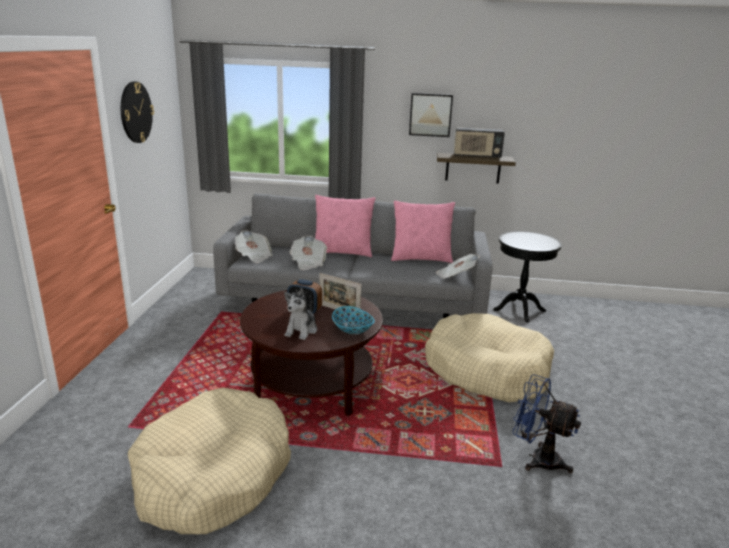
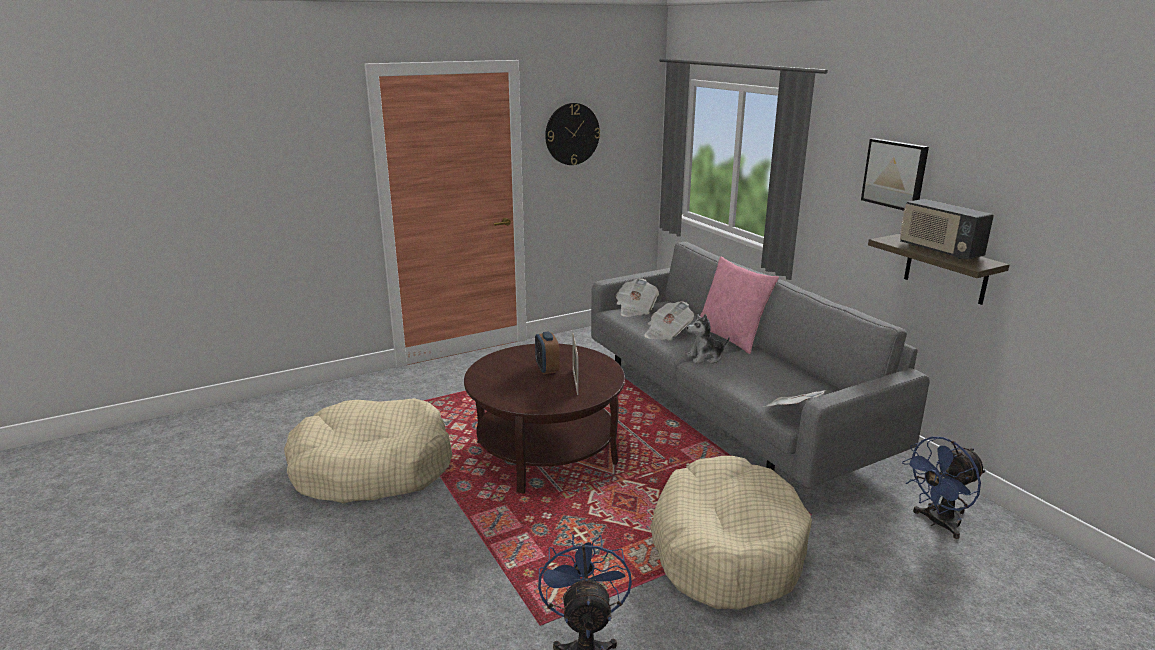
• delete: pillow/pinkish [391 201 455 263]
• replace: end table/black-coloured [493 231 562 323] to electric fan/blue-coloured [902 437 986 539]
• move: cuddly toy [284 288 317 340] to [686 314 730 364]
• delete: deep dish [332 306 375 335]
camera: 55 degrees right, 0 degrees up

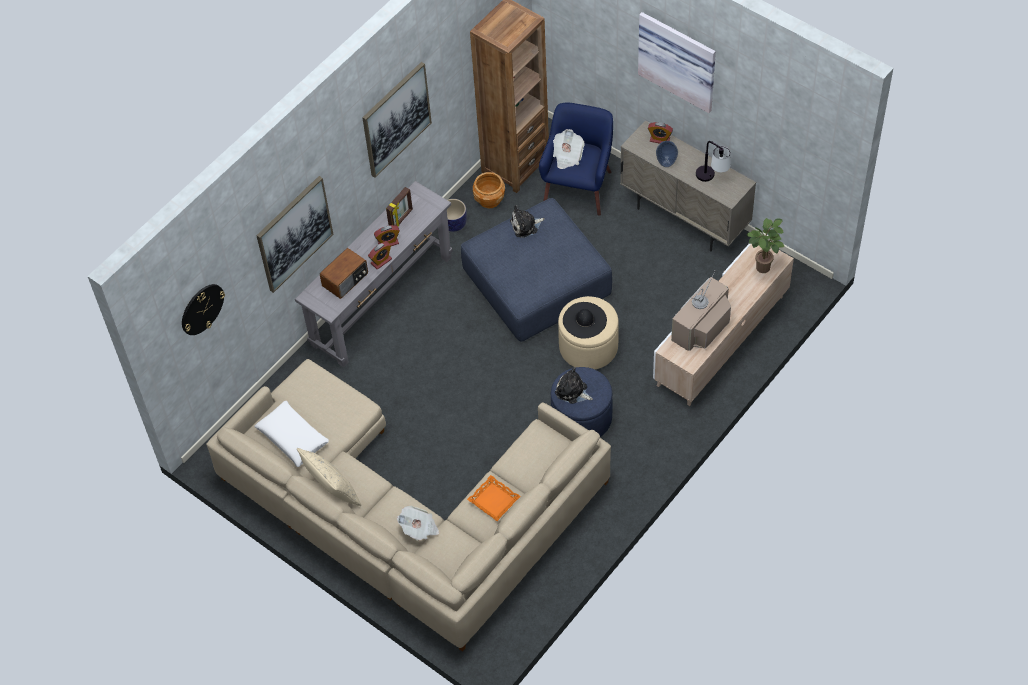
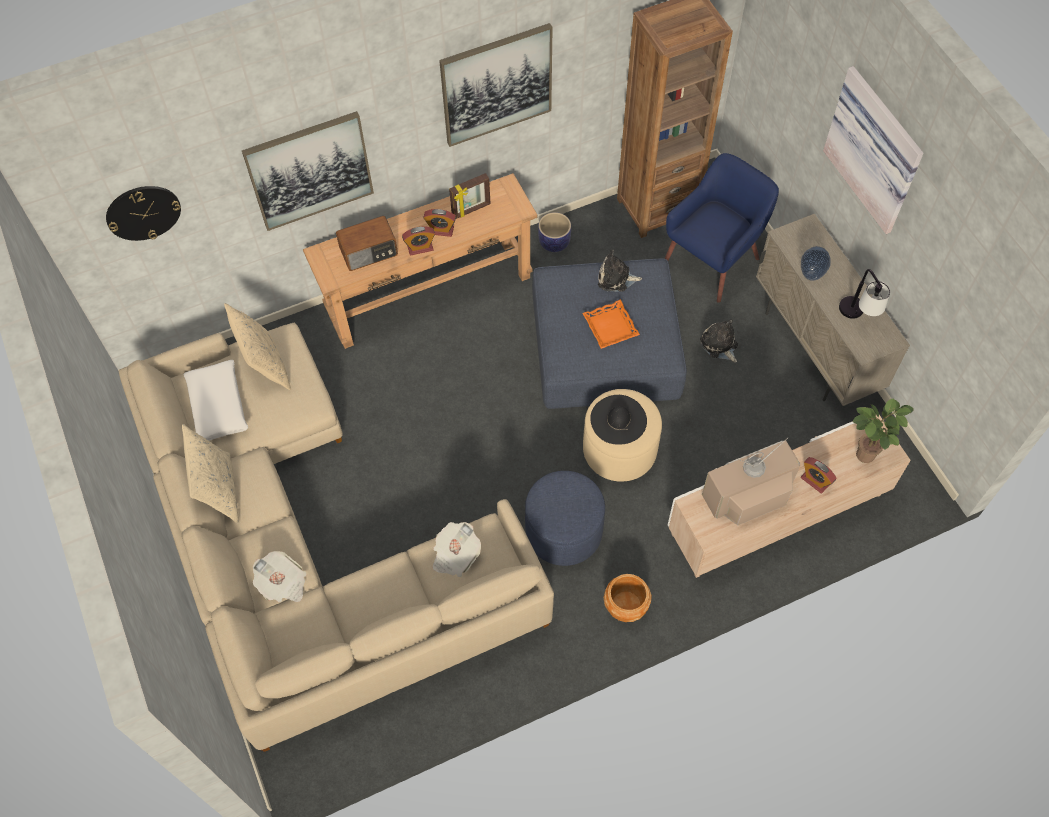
• move: bedside clock [648 122 673 144] to [801 457 836 494]
• move: newspaper [553 129 585 169] to [433 522 481 577]
• move: plant pot/brown [473 172 505 208] to [603 574 652 622]
• recolor: console table/grey [295 181 453 367] to console table/brown [303 173 537 349]
• move: cuddly toy [555 367 593 404] to [700 319 738 363]
• move: serving tray/orangey [467 475 521 521] to [583 299 640 349]
• insert: pillow/sand-coloured [224 303 291 390]
camera: 25 degrees right, 5 degrees up

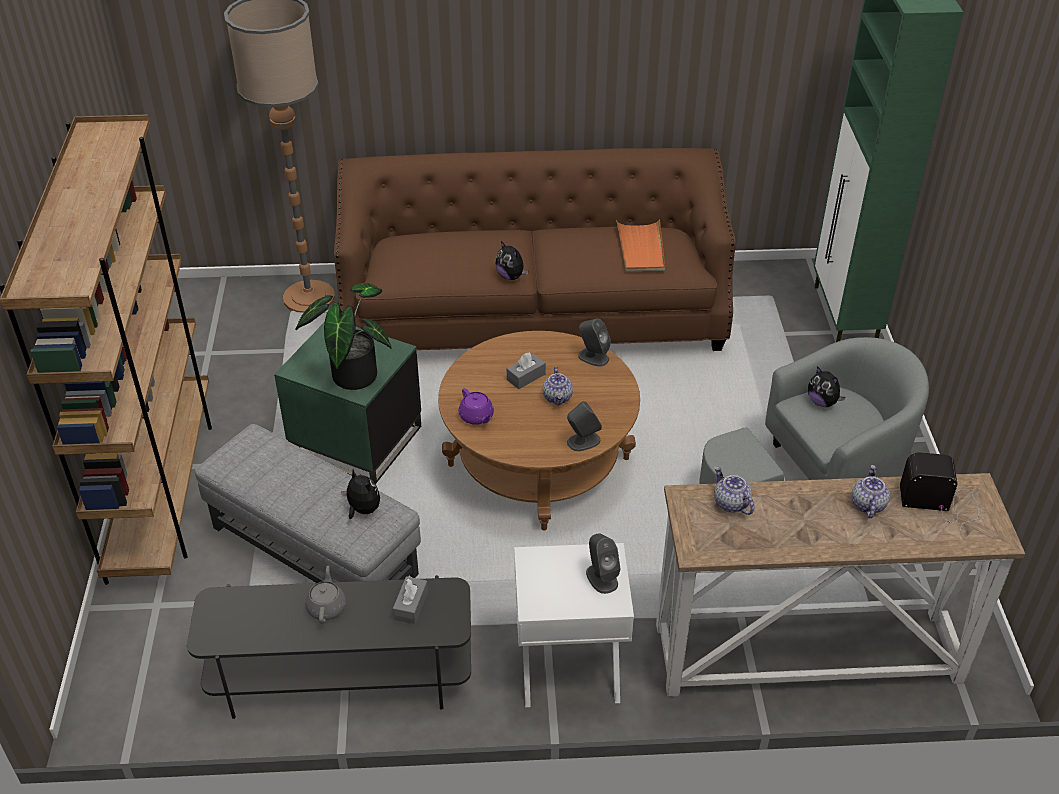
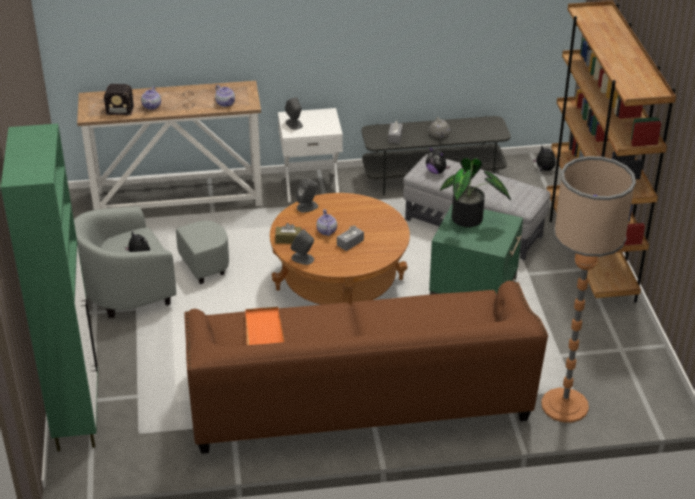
• move: cuddly toy [495 241 528 280] to [533 146 556 172]
• delete: pot for tea/purple-coloured [459 388 494 425]
• insert: tissue box/brown [275 223 301 244]
camera: 175 degrees right, 5 degrees down

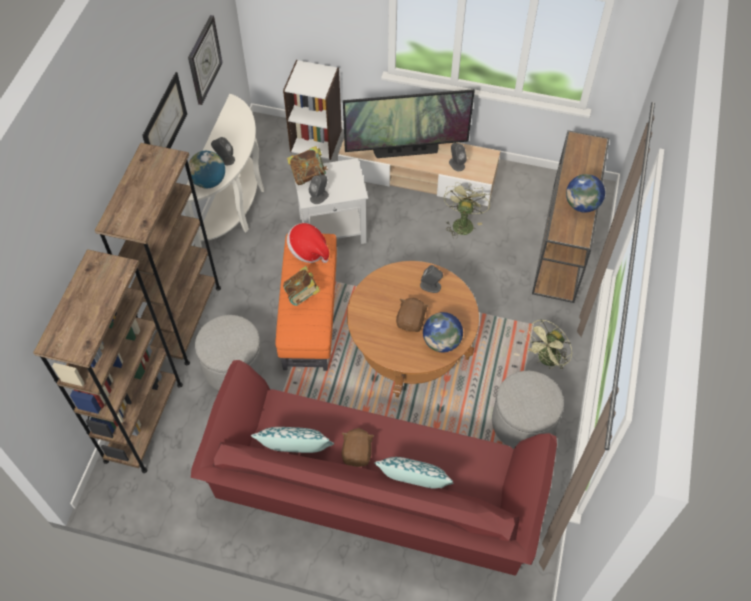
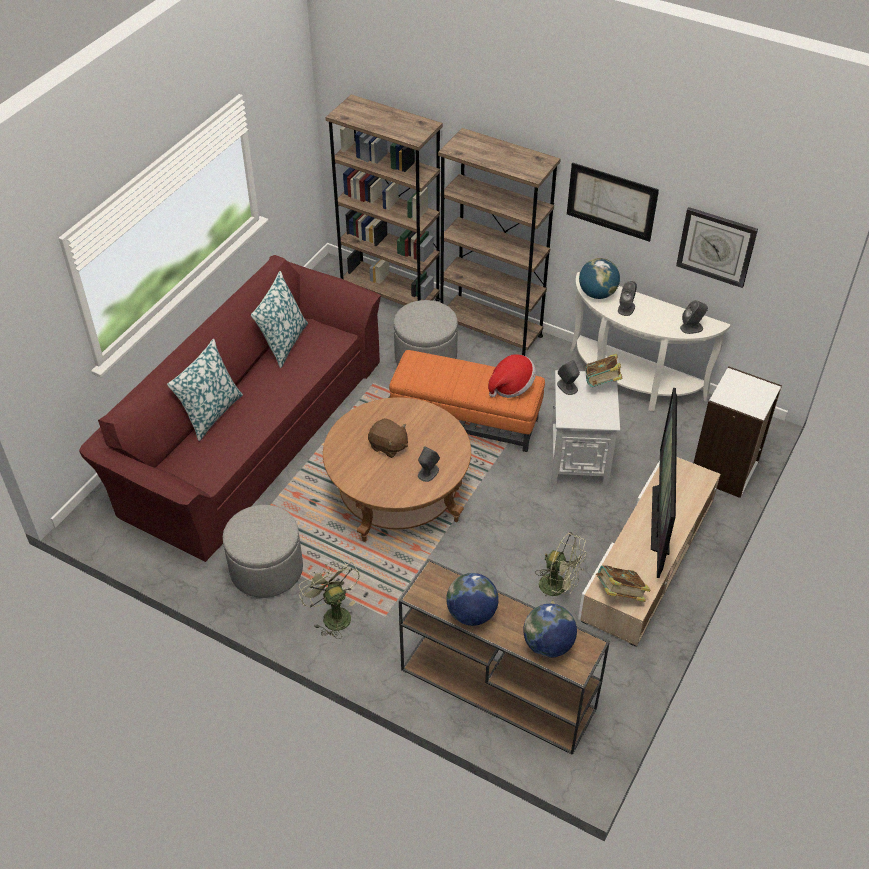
• move: loudspeaker/grey [449 143 467 171] to [680 300 708 334]
• move: bound book [283 266 320 306] to [595 565 650 602]
• move: desk globe [423 312 463 352] to [523 604 577 658]
• delete: cuddly toy/brown [342 428 374 467]
camera: 105 degrees right, 10 degrees down

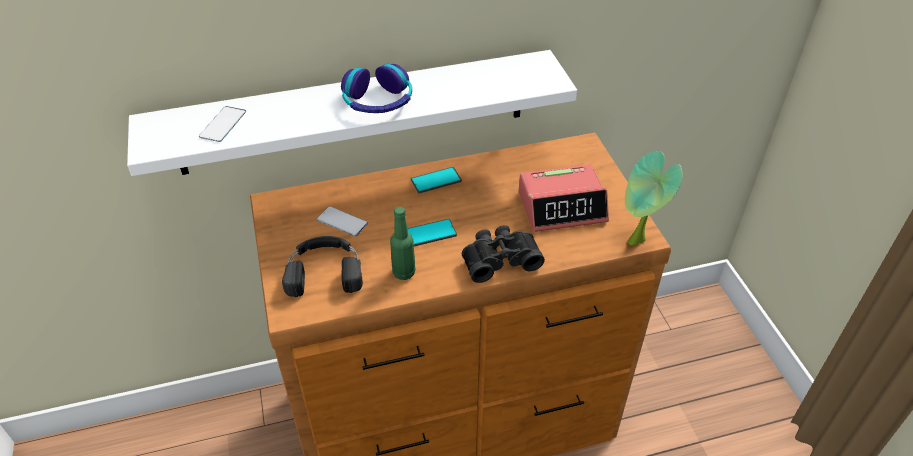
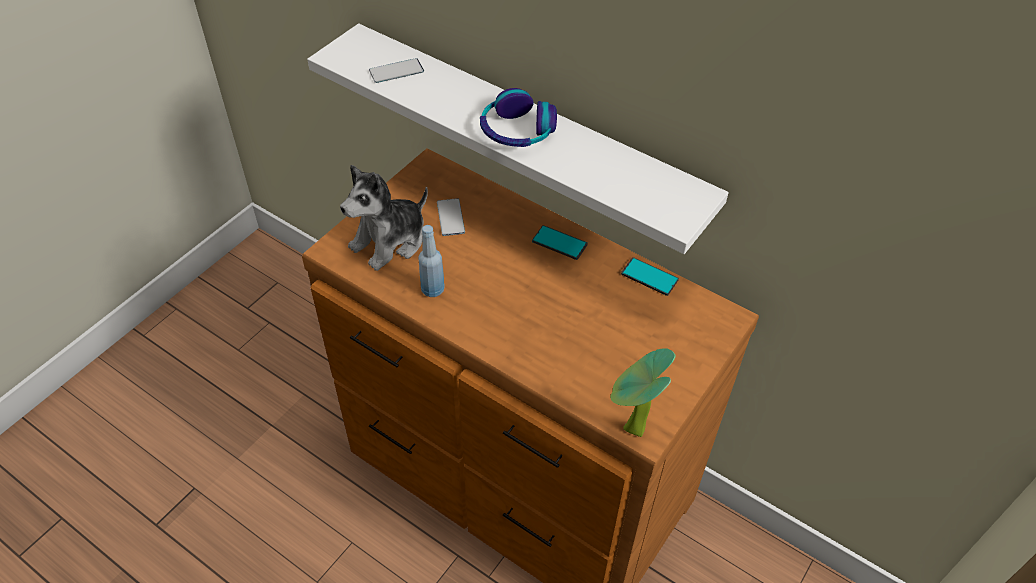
• delete: bedside clock [519 164 609 232]
• recolor: bottle/green-coloured [390 207 415 280] to bottle/blue-coloured [418 225 445 297]
• move: handset [407 219 457 246] to [621 257 679 296]
• delete: field glasses/black-coloured [462 225 545 283]
• replace: headset/black-coloured [282 236 363 297] to cuddly toy [340 165 428 271]
camera: 50 degrees right, 5 degrees up

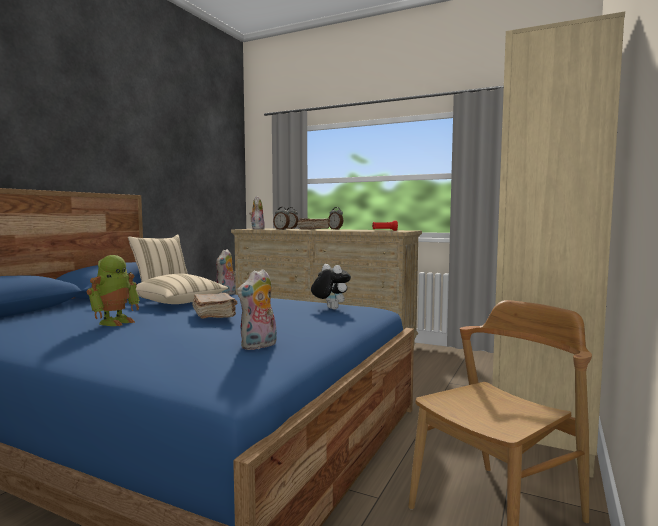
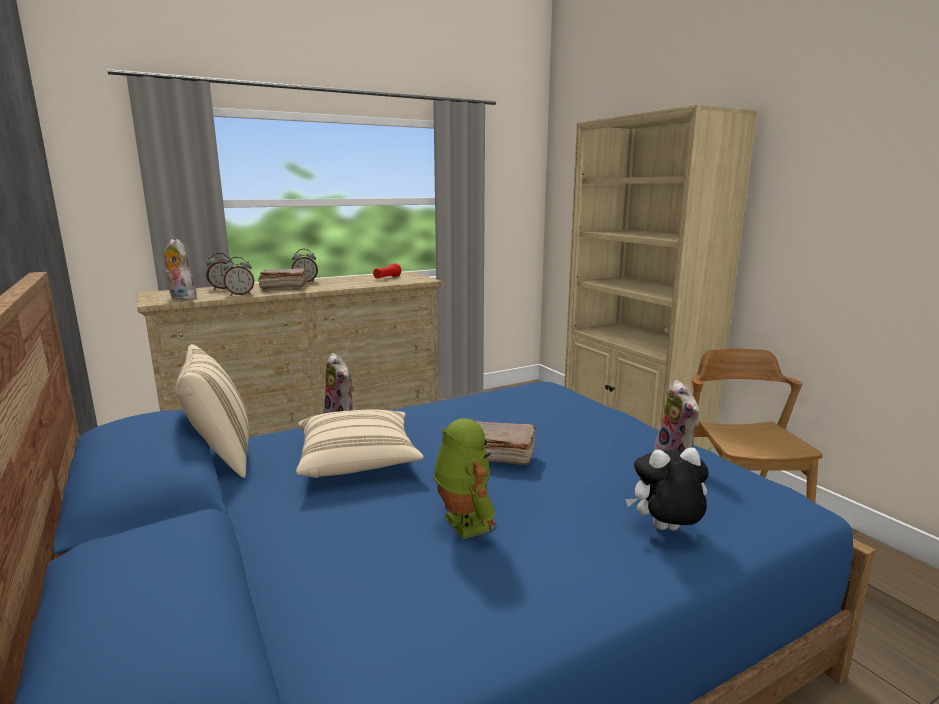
• move: cuddly toy [311 264 351 309] to [625 447 708 530]
camera: 55 degrees left, 10 degrees up

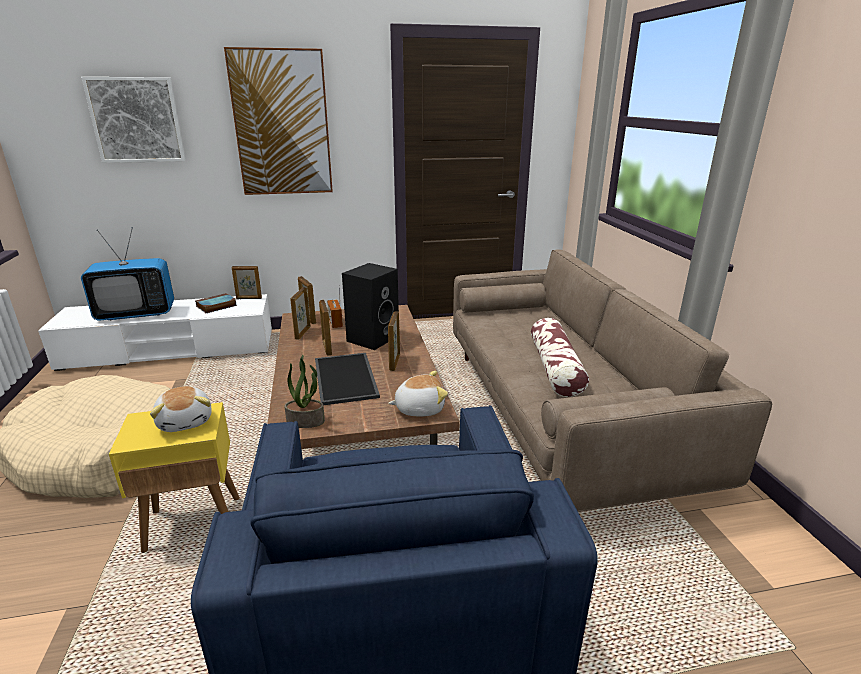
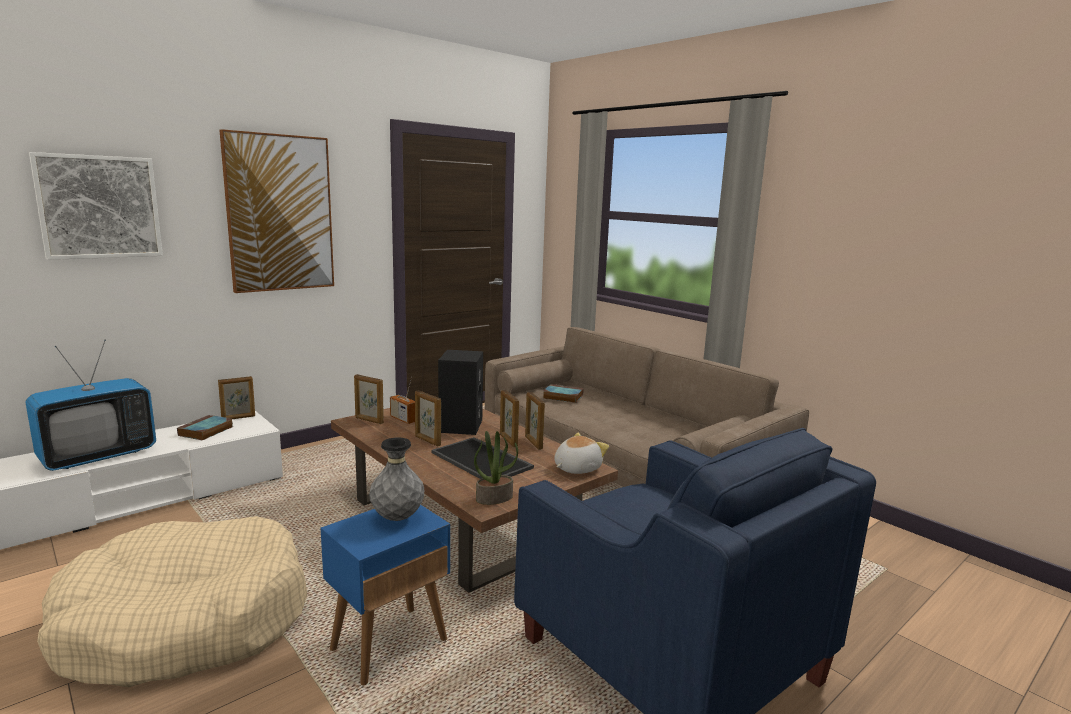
• move: standing frame [290 287 311 339] to [525 392 545 450]
• delete: pillow [531 318 589 397]
• replace: cuddly toy [150 386 212 432] to vase/grey [369 437 424 521]
• recolor: end table/yellow-coloured [109 402 240 553] to end table/blue-coloured [321 505 450 685]
• insert: bound book [543 384 584 403]
camera: 30 degrees left, 10 degrees down

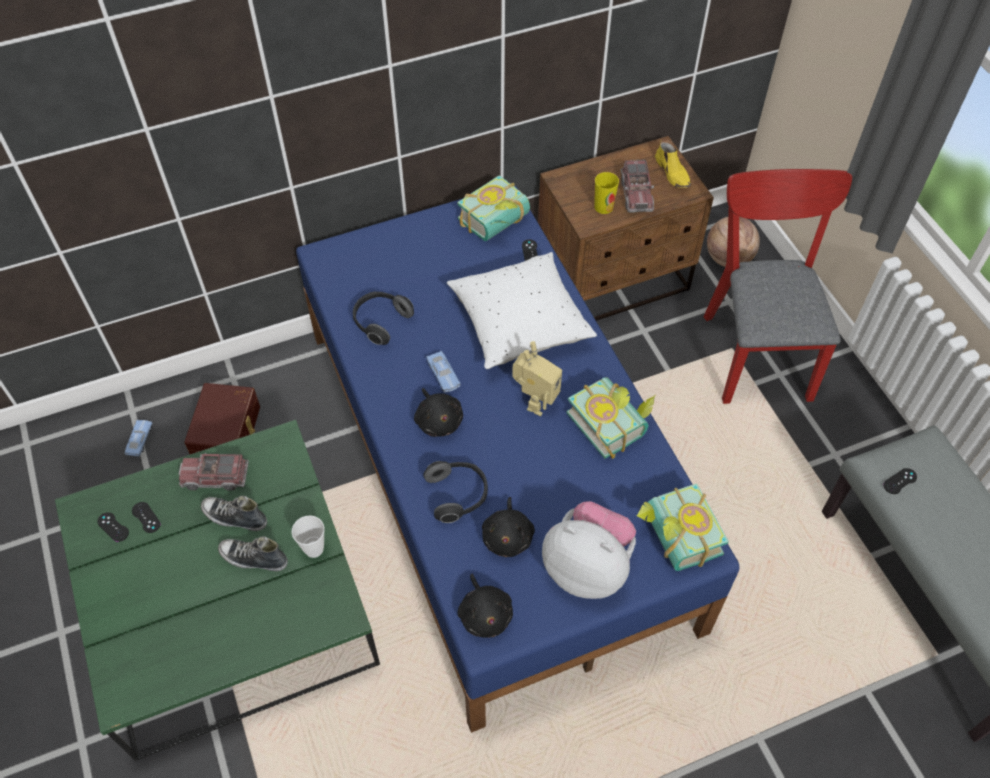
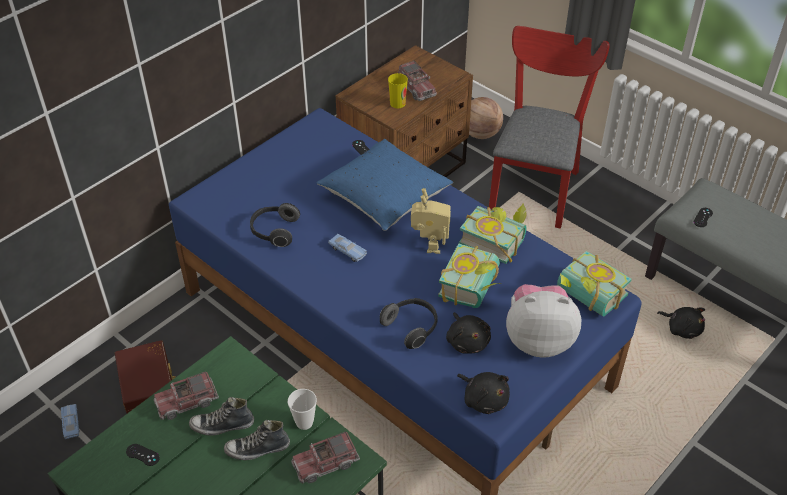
• delete: item of footwear/yellow-coloured [655 140 691 188]
• rotate: upright chair/reddish [703 169 852 404] = [489 26 610 229] 45 degrees clockwise
• move: bound book [457 175 530 241] to [438 243 502 308]
• recolor: pillow/whitish [447 252 597 369] to pillow/blue-coloured [317 139 453 231]
• move: cuddly toy/black-coloured [414 388 463 437] to [657 307 705 339]
• delete: game controller/black-coloured [97 512 129 542]
• insert: toy lorry [291 431 360 483]
camera: 25 degrees left, 10 degrees down

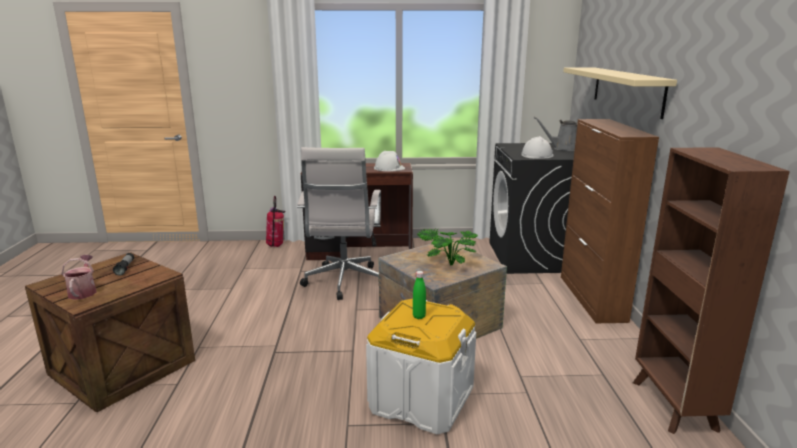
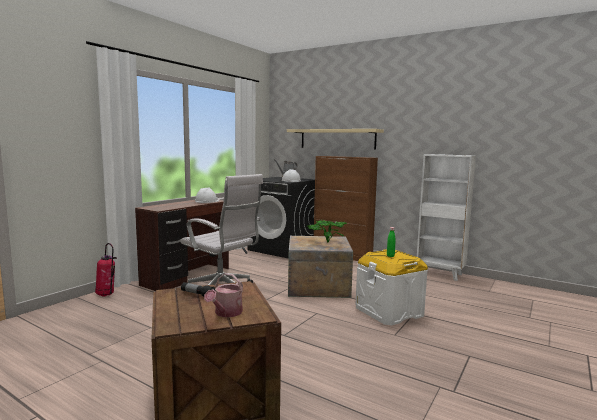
• recolor: bookcase/brown [633 147 790 434] to bookcase/whitish [417 154 476 281]
• rotate: watering can [62 255 96 300] = [204 273 243 317] 90 degrees counterclockwise
camera: 55 degrees left, 10 degrees down

